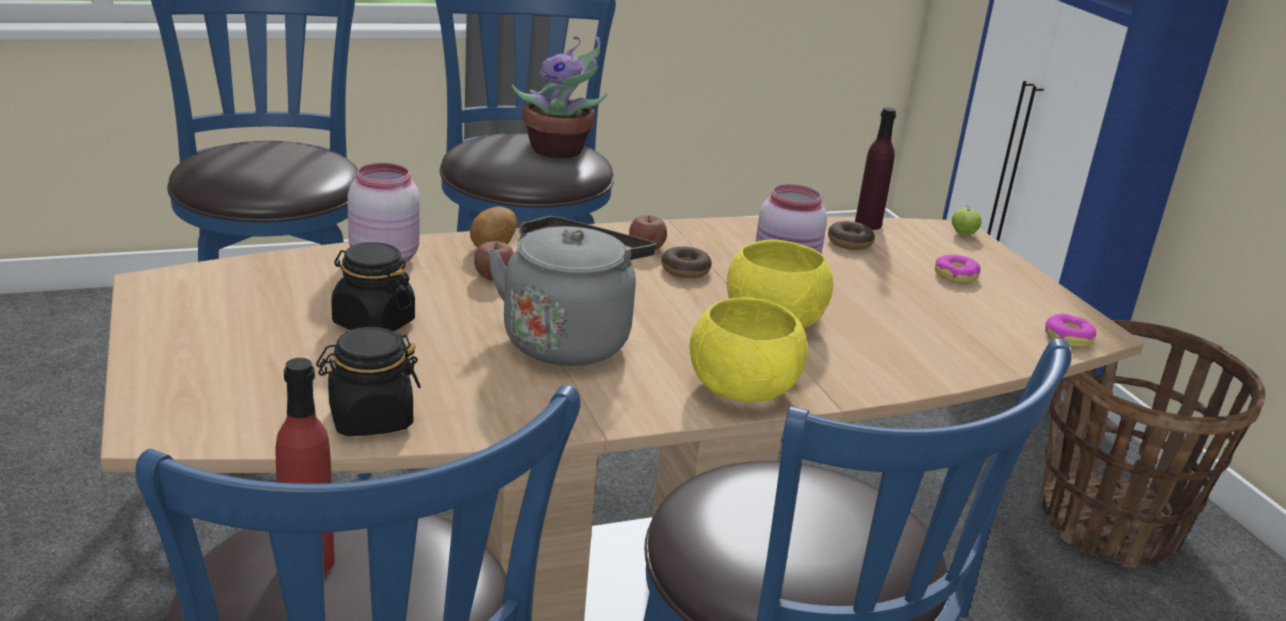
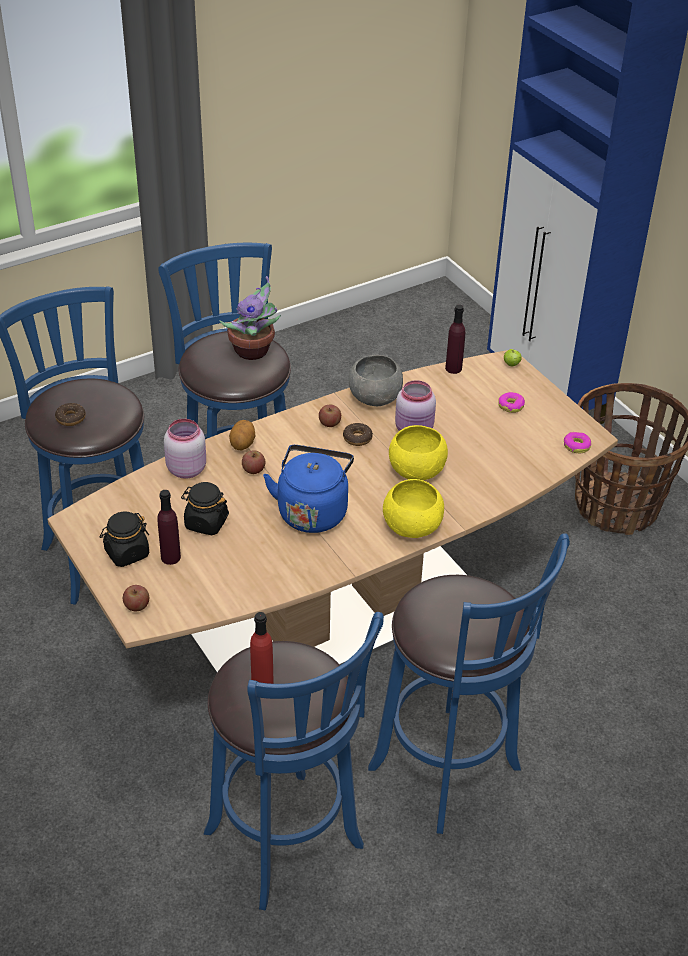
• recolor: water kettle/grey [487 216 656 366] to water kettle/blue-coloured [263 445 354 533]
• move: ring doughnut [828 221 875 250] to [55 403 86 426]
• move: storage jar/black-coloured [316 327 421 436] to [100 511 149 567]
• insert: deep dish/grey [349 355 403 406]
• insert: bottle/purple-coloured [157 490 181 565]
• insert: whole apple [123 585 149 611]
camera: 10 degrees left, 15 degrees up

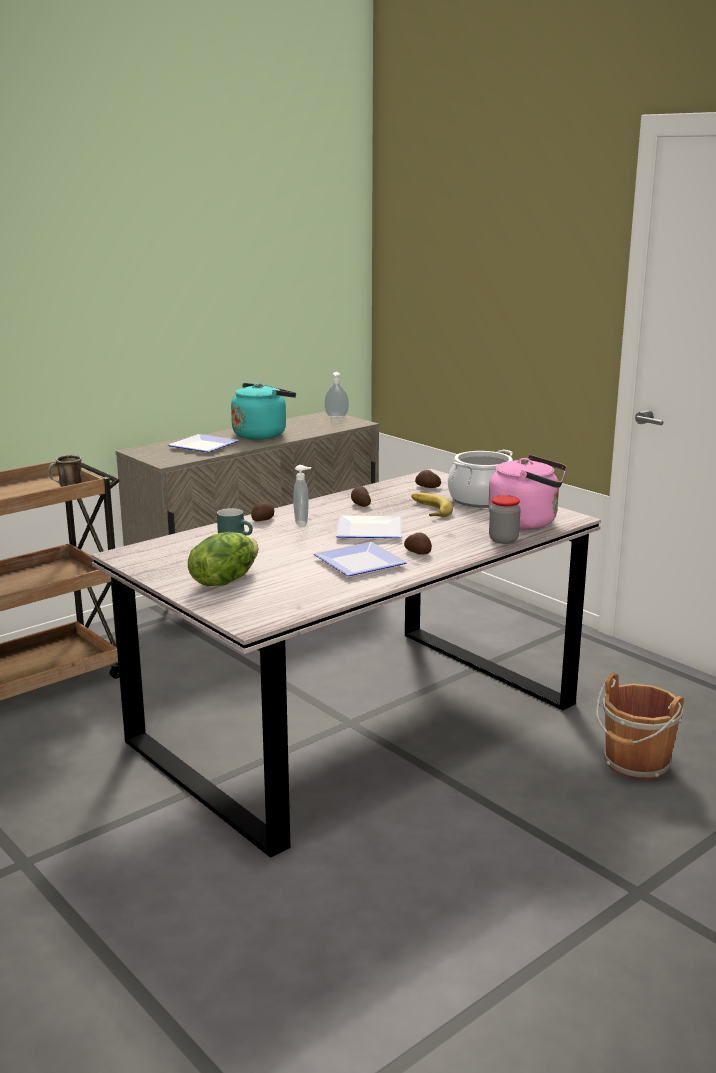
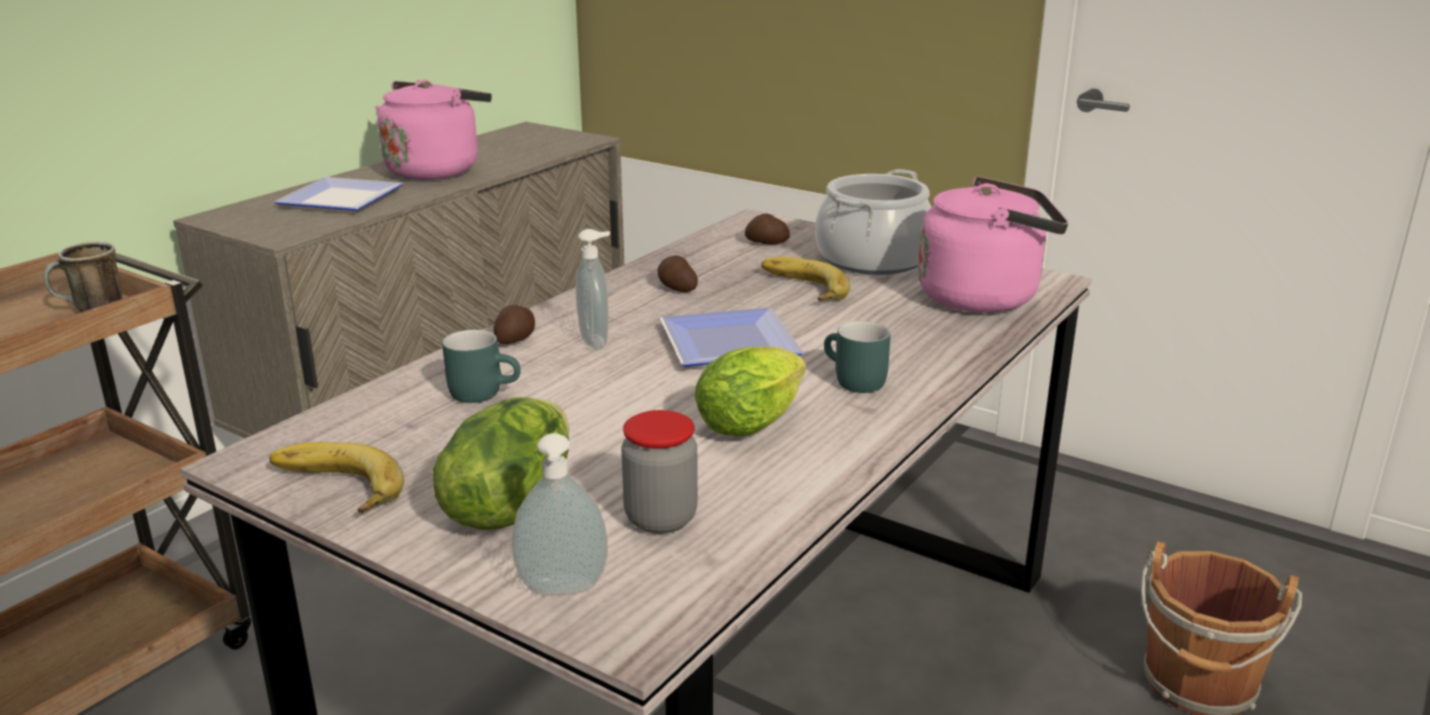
• move: soap dispenser [325 372 349 417] to [512 433 608 595]
• recolor: water kettle/turquoise [231 383 296 440] to water kettle/pinkish [375 80 492 180]
• move: storage jar [489 495 521 544] to [621 410 698 534]
• replace: potato [404 533 432 555] to coffee mug/turquoise [824 321 891 393]
• replace: plate [314 542 408 576] to lettuce [694 347 806 437]
• insert: whole banana [270 442 404 513]
camera: 15 degrees left, 5 degrees up

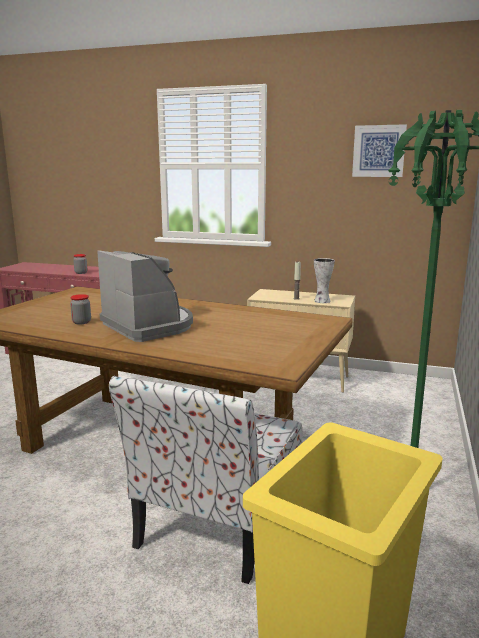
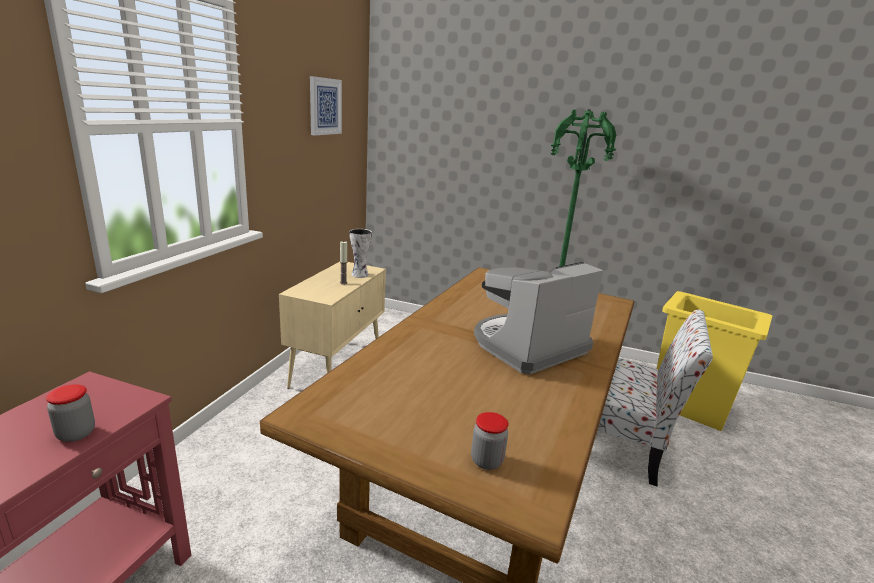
• move: storage jar [70 294 91 324] to [471 412 508 470]
camera: 90 degrees left, 5 degrees up

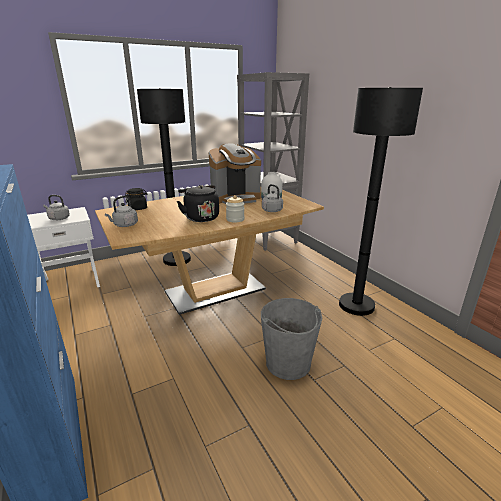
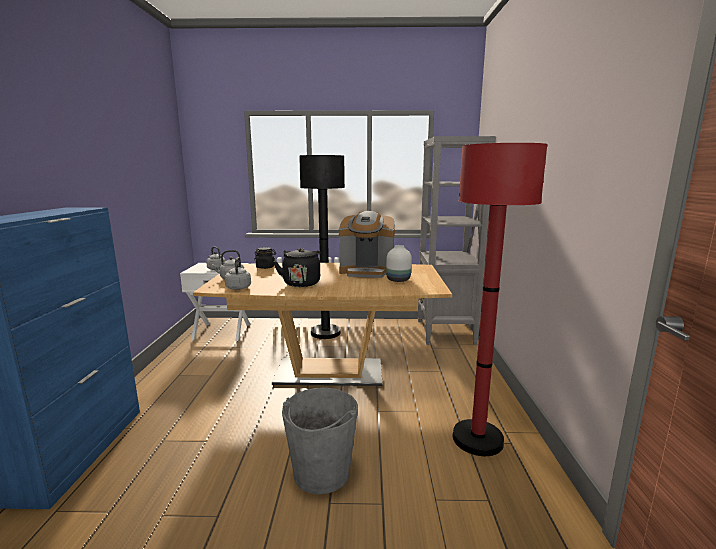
• recolor: standard lamp/black-coloured [339 87 423 316] to standard lamp/reddish [453 143 548 456]
• move: water kettle/grey [262 184 283 212] to [225 257 251 290]
• delete: storage jar [226 195 245 222]
camera: 30 degrees right, 10 degrees down

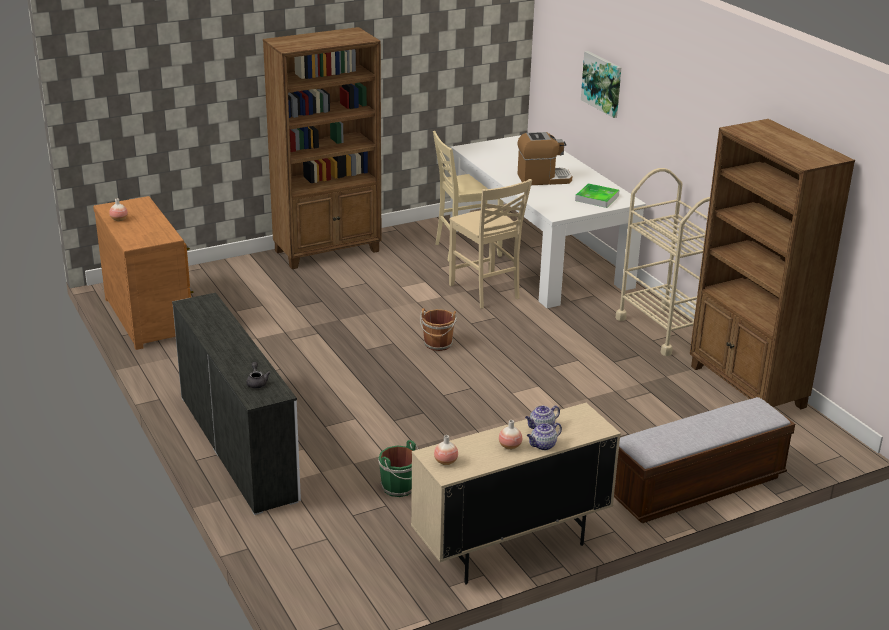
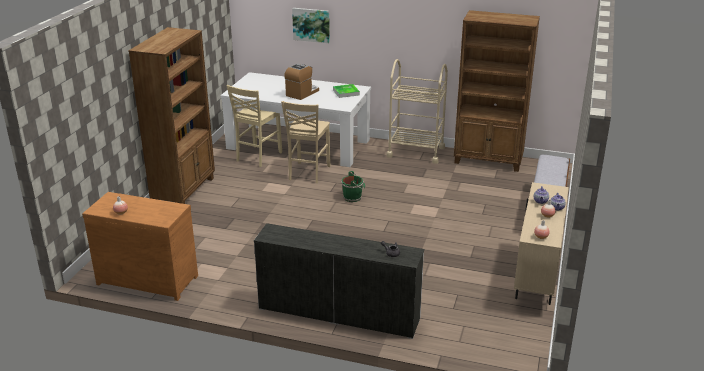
• rotate: upright chair/sand-coloured [449 179 532 309] = [281 101 331 183] 90 degrees clockwise
• delete: pail/brown [420 308 457 351]
• move: pail/green-coloured [378 440 418 497] to [341 171 365 202]
camera: 45 degrees left, 0 degrees up

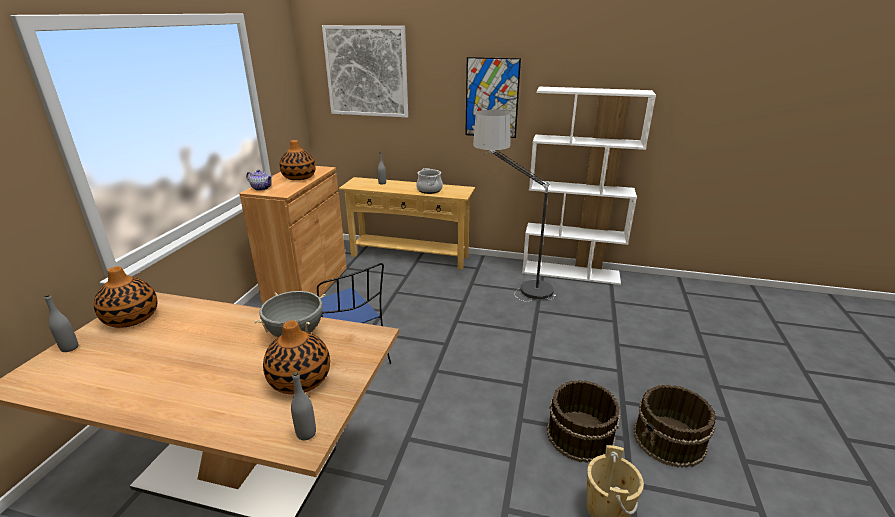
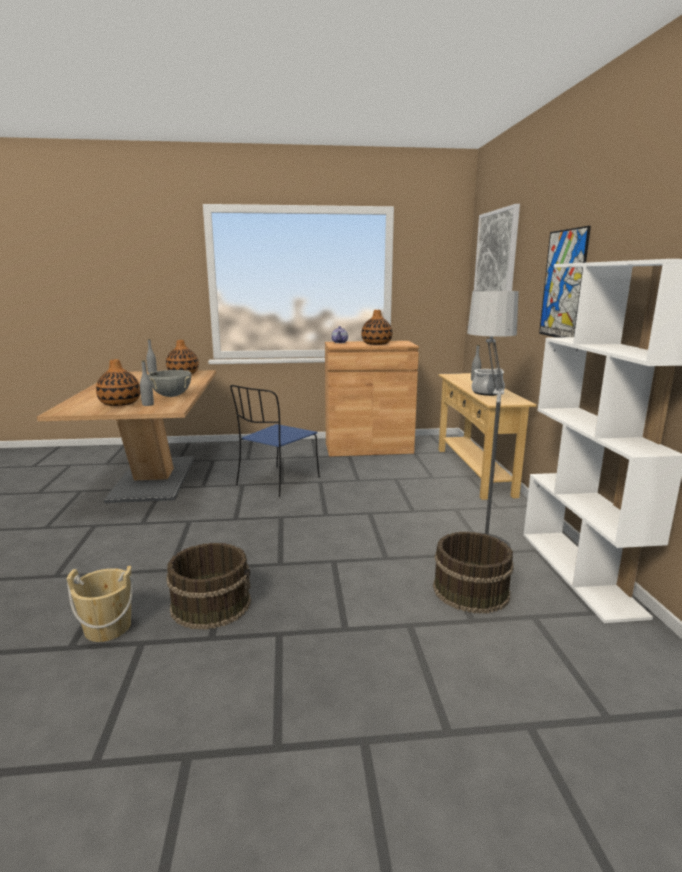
• move: bottle/grey [291 371 316 440] to [140 361 154 406]
• move: pail/brown [634 385 716 468] to [433 531 514 614]
camera: 70 degrees right, 10 degrees down

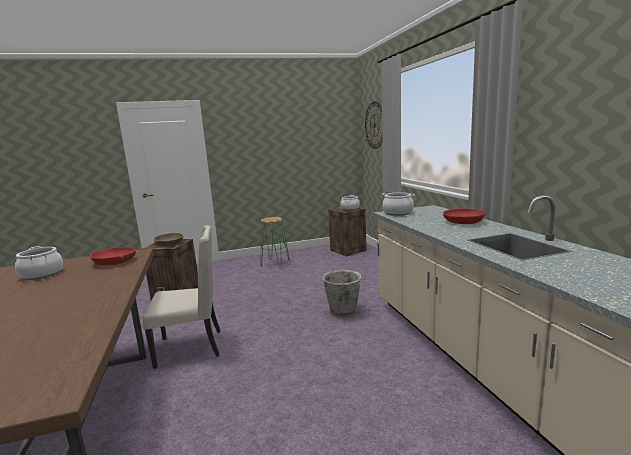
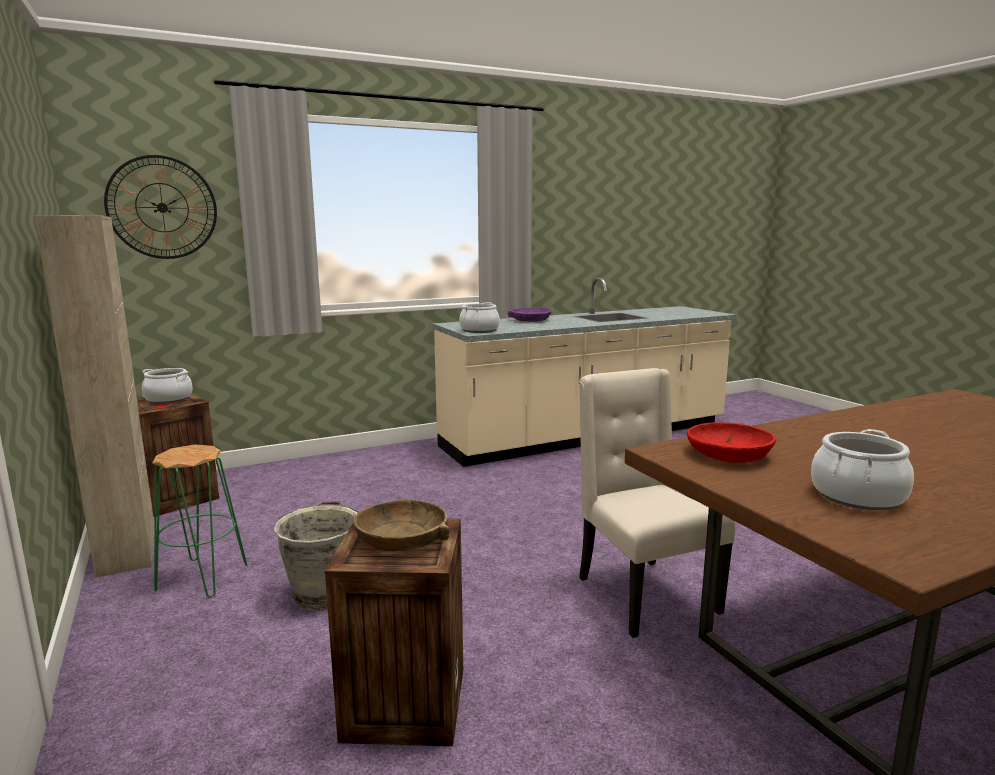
• recolor: deep dish/reddish [443 208 485 224] to deep dish/purple-coloured [508 307 551 322]
• move: pail/grey [322 269 366 317] to [274 501 360 610]
• insert: storage cabinet/sand-coloured [34 215 154 578]
camera: 100 degrees left, 0 degrees up

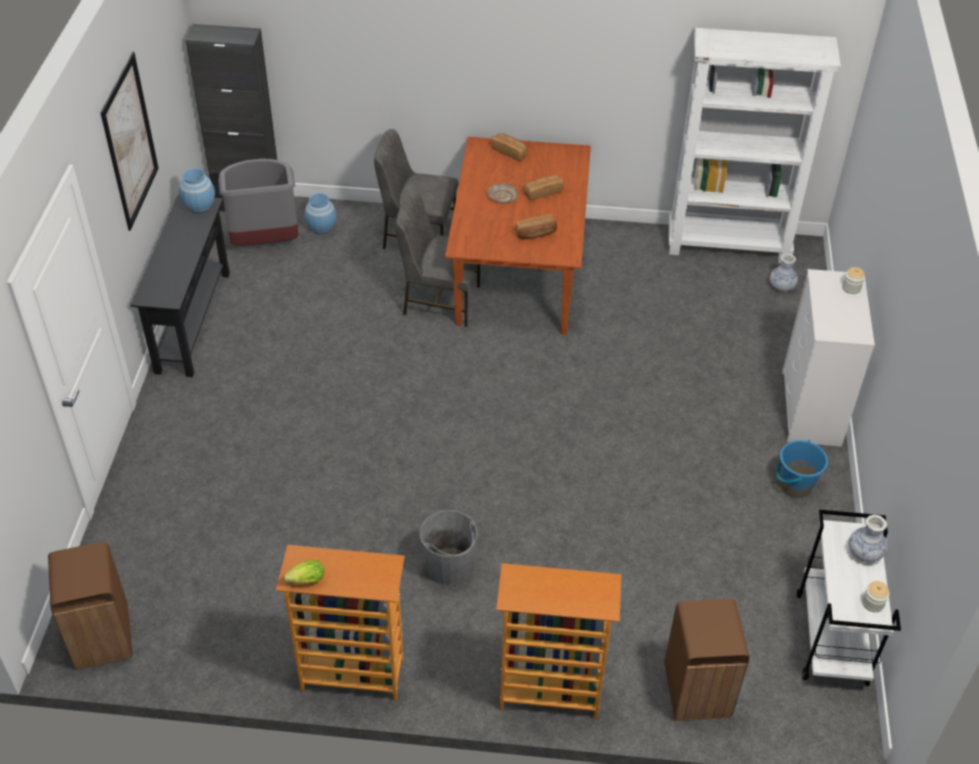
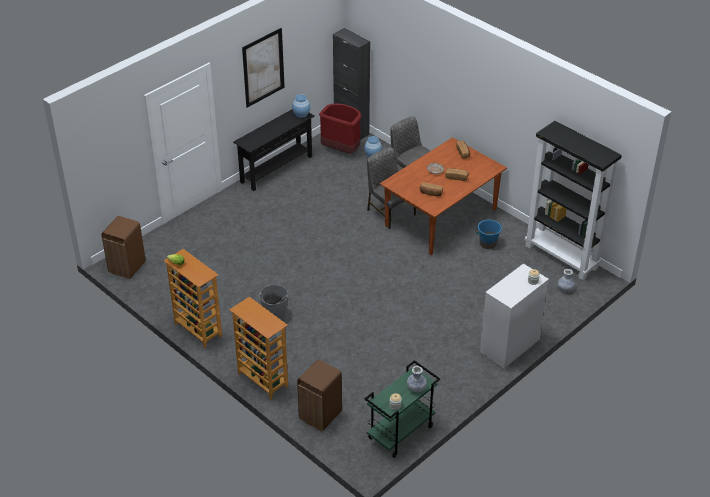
• recolor: bookcase/whitish [669 28 841 263] to bookcase/black-coloured [525 121 622 280]
• recolor: rubbish bin/grey [218 159 299 246] to rubbish bin/reddish [319 103 362 154]
• move: pail/blue-coloured [776 440 828 498] to [476 220 502 249]
• recolor: wheeled cart/whitish [797 510 901 686] to wheeled cart/green-coloured [364 360 440 458]
camera: 40 degrees right, 5 degrees down

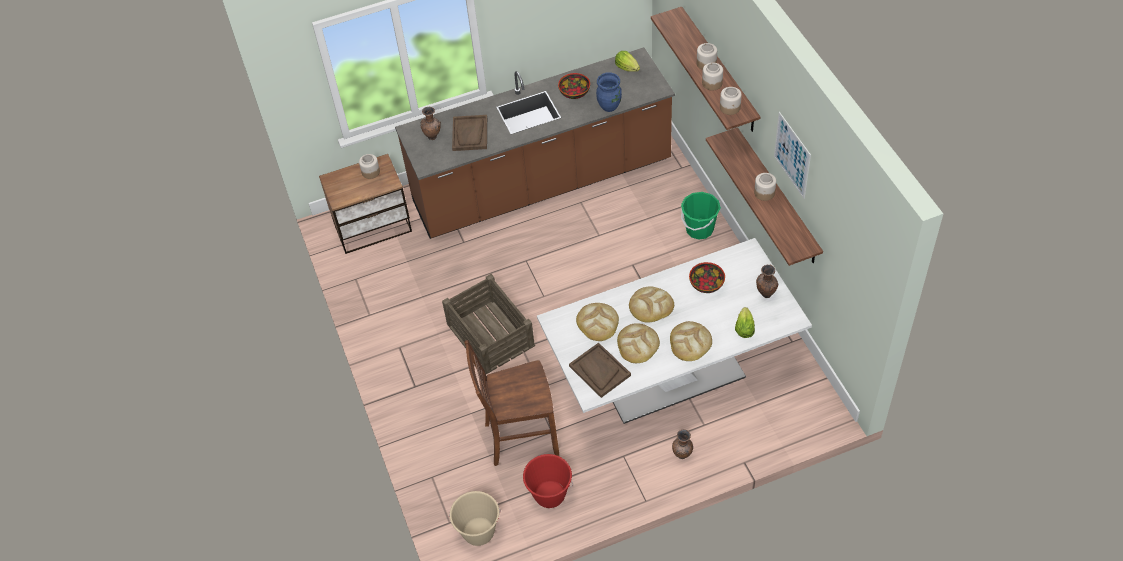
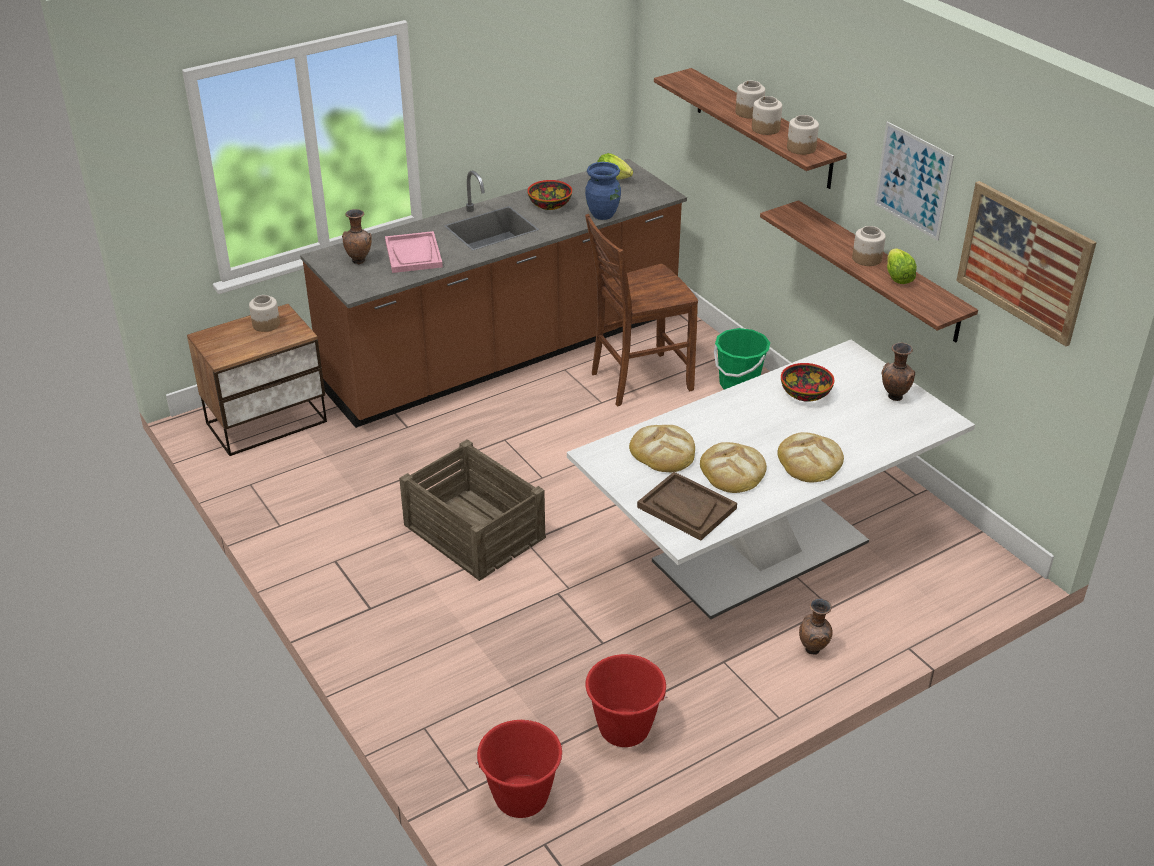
• recolor: serving tray/brown [452 115 487 151] to serving tray/pinkish [385 231 443 273]
• delete: bread [629 286 674 322]
• move: lettuce [735 307 755 338] to [887 248 917 284]
• move: upright chair/brown [465 340 559 466] to [585 214 698 406]
• recolor: pail/sand-coloured [449 491 501 546] to pail/reddish [476 720 562 818]
• insert: wall art [956 181 1097 346]
camera: 15 degrees left, 15 degrees down

